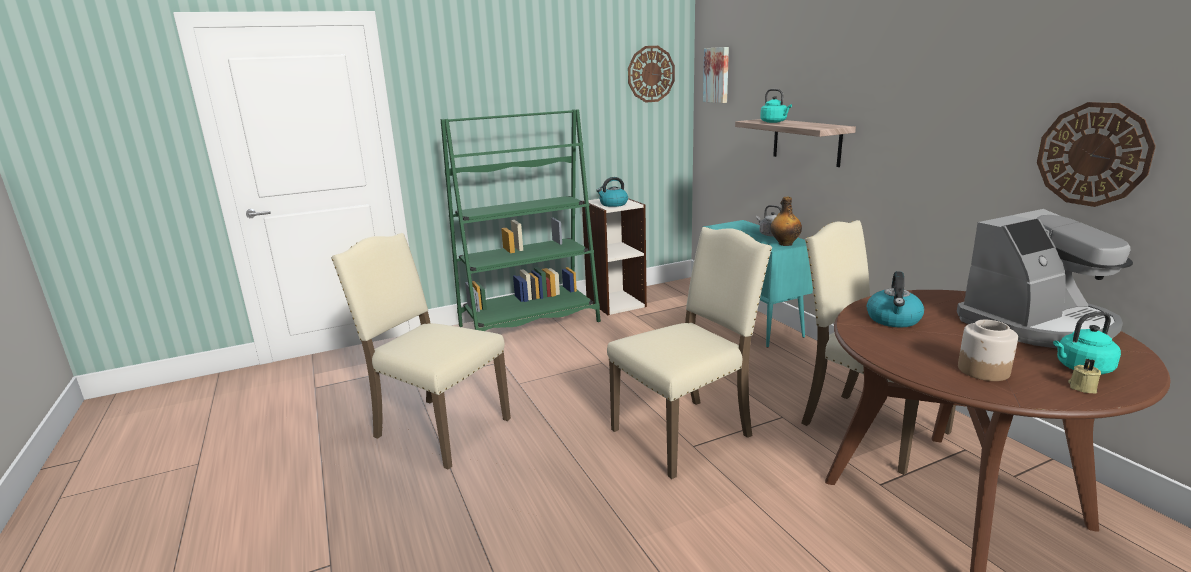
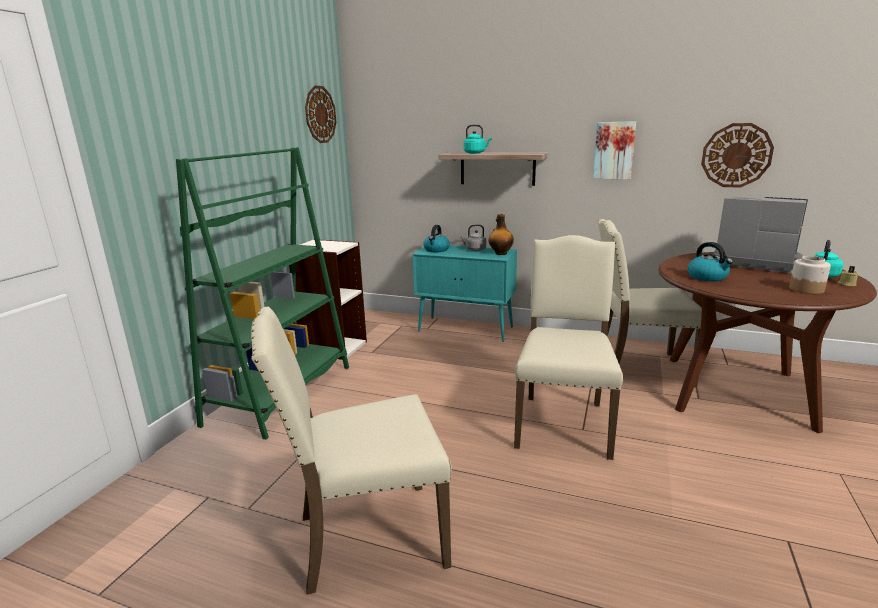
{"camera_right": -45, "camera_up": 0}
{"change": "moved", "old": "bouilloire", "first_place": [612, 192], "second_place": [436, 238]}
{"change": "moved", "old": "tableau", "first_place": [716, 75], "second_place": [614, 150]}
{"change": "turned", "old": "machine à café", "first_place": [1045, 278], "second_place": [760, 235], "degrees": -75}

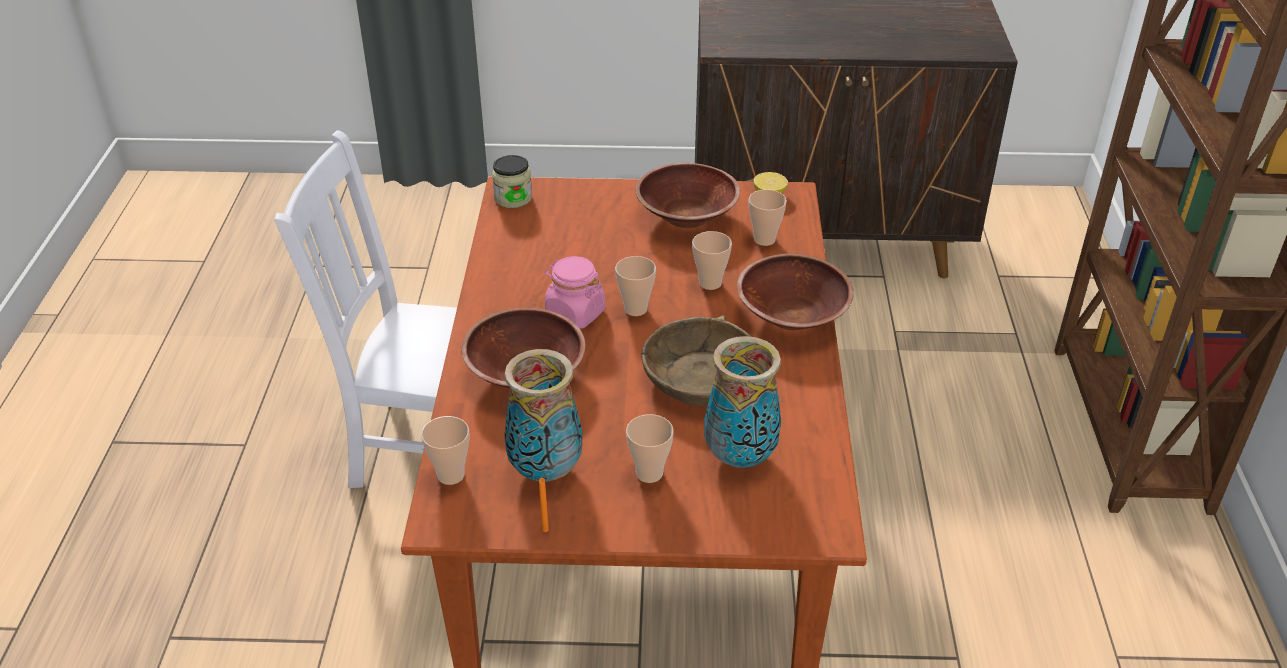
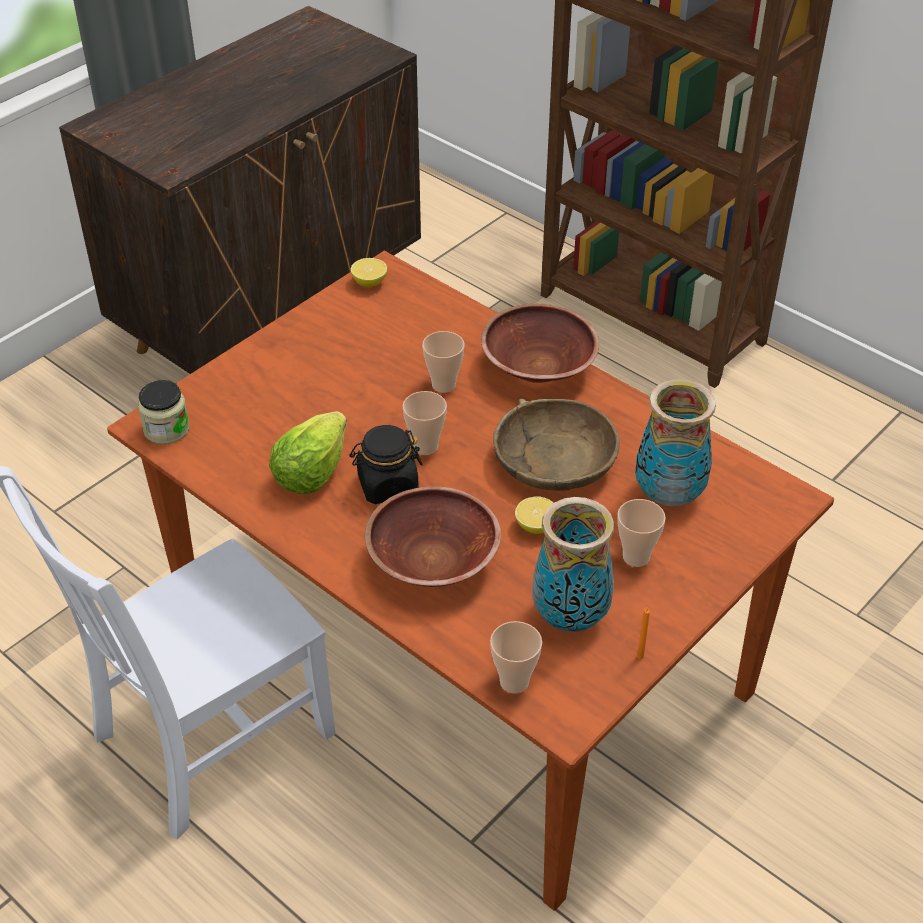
{"camera_right": -50, "camera_up": 5}
{"change": "added", "new": "laitue", "second_place": [308, 452]}
{"change": "recoloured", "old": "bocal (rose)", "new": "bocal (noir)", "first_place": [575, 292], "second_place": [386, 464]}
{"change": "added", "new": "citron", "second_place": [534, 515]}
{"change": "removed", "old": "bol (marron)", "first_place": [687, 195]}
{"change": "removed", "old": "tasse", "first_place": [768, 217]}

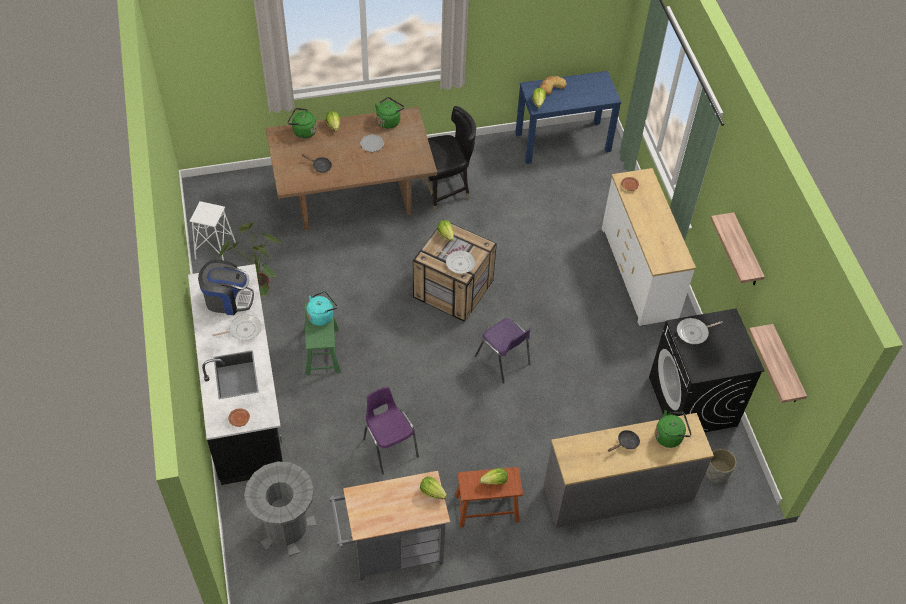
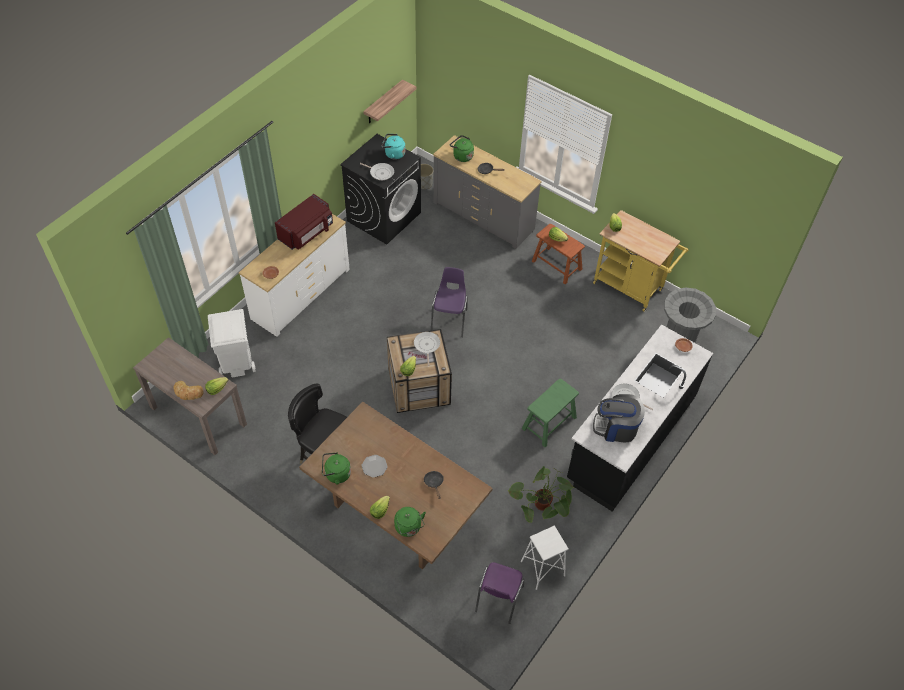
{"camera_right": -130, "camera_up": 0}
{"change": "recoloured", "old": "table console (bleu)", "new": "table console (marron)", "first_place": [568, 117], "second_place": [190, 396]}
{"change": "added", "new": "poubelle (blanc)", "second_place": [232, 343]}
{"change": "added", "new": "micro-ondes (rouge)", "second_place": [304, 222]}
{"change": "moved", "old": "bouilloire (turquoise)", "first_place": [322, 308], "second_place": [394, 147]}
{"change": "moved", "old": "chaise (violet)", "first_place": [391, 430], "second_place": [499, 593]}
{"change": "recoloured", "old": "chariot (gris)", "new": "chariot (jaune)", "first_place": [389, 526], "second_place": [640, 261]}
{"change": "turned", "old": "machine à café", "first_place": [226, 287], "second_place": [619, 418], "degrees": -45}
{"change": "removed", "old": "étagère", "first_place": [737, 248]}

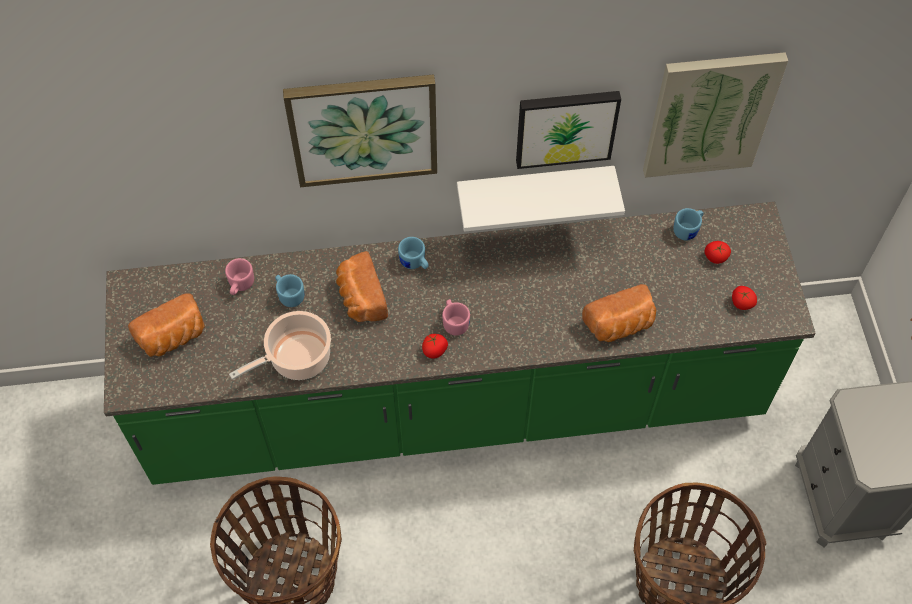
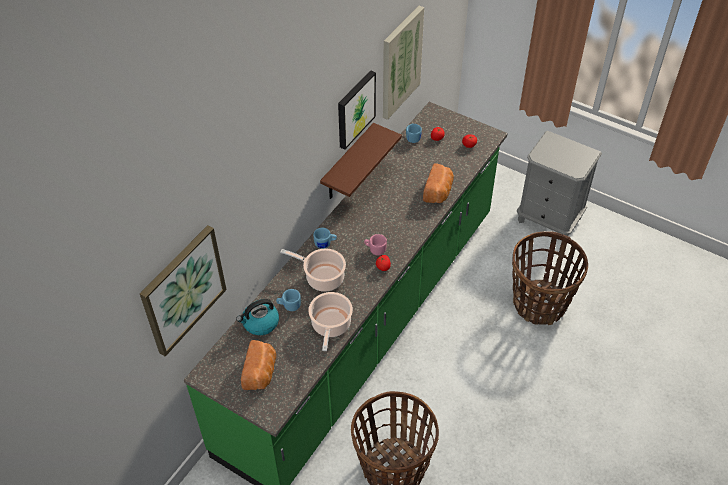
{"camera_right": -50, "camera_up": -10}
{"change": "moved", "old": "tableau", "first_place": [360, 130], "second_place": [183, 291]}
{"change": "replaced", "old": "mug (rose)", "new": "bouilloire", "first_place": [239, 276], "second_place": [257, 317]}
{"change": "replaced", "old": "pain", "new": "marmite", "first_place": [362, 286], "second_place": [313, 270]}
{"change": "recoloured", "old": "étagère (blanc)", "new": "étagère (marron)", "first_place": [541, 199], "second_place": [361, 161]}

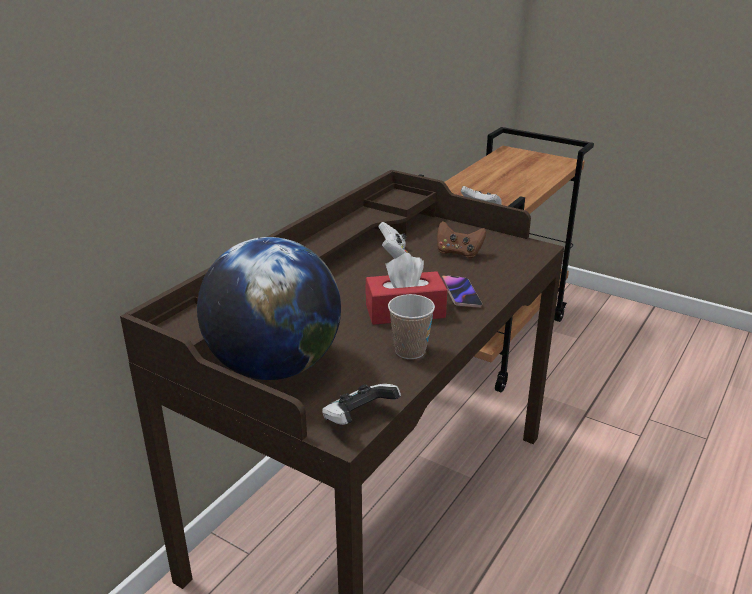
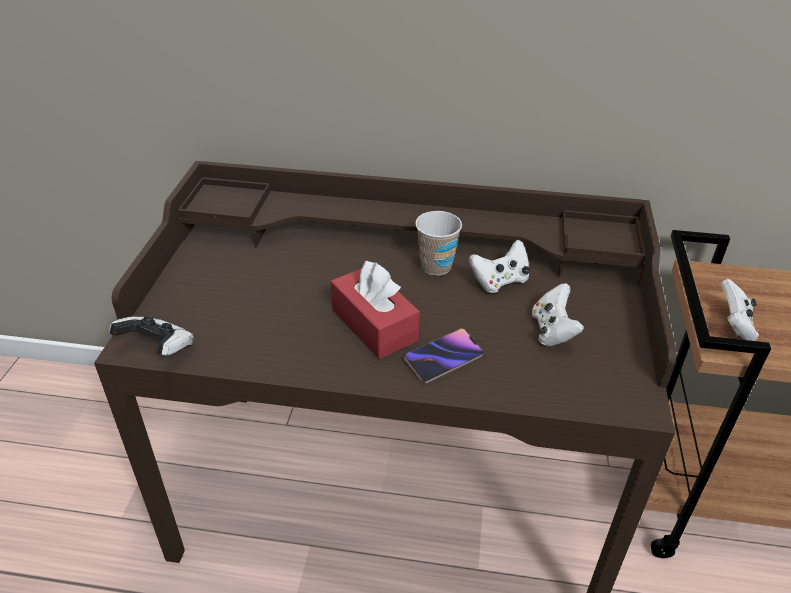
{"camera_right": 65, "camera_up": 10}
{"change": "moved", "old": "tasse", "first_place": [411, 326], "second_place": [438, 243]}
{"change": "recoloured", "old": "manette (marron)", "new": "manette (blanc)", "first_place": [461, 239], "second_place": [558, 314]}
{"change": "removed", "old": "globe", "first_place": [269, 308]}

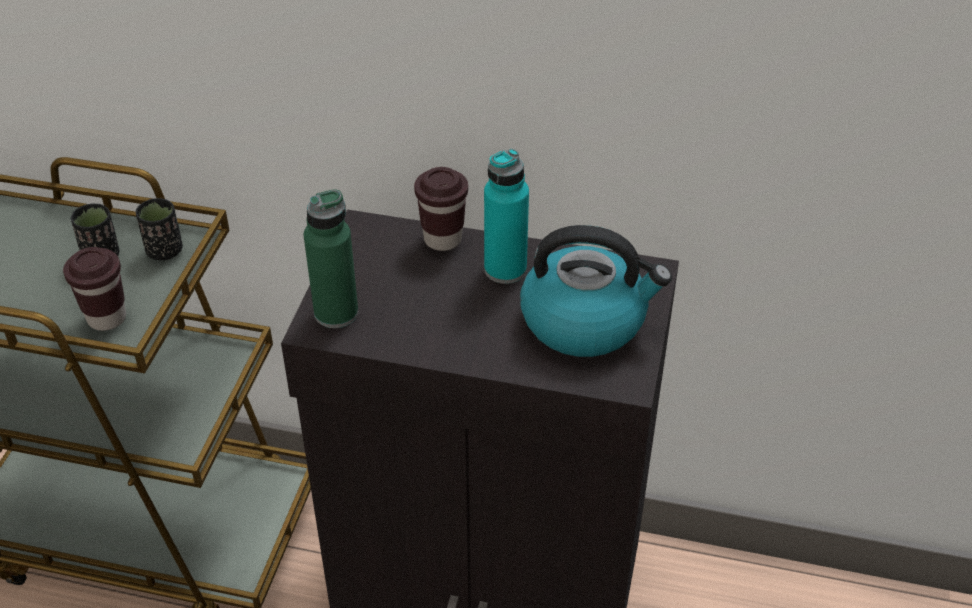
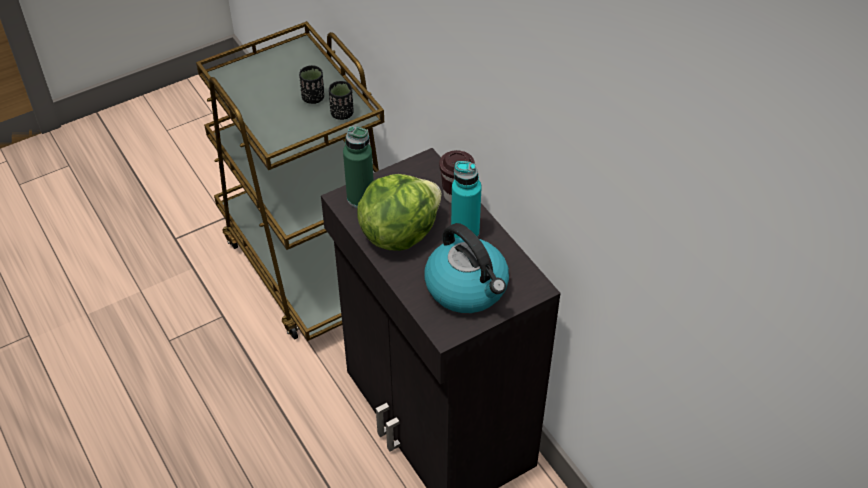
{"camera_right": 45, "camera_up": 5}
{"change": "added", "new": "laitue", "second_place": [399, 212]}
{"change": "removed", "old": "tasse (marron)", "first_place": [94, 289]}

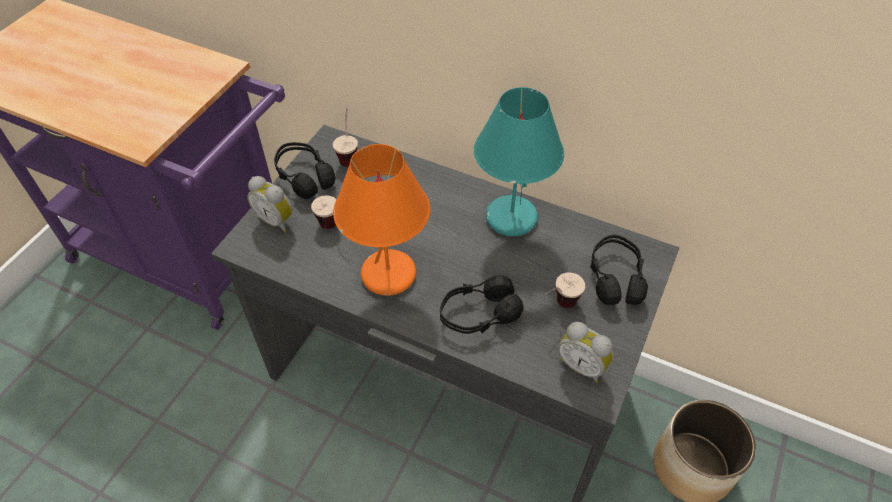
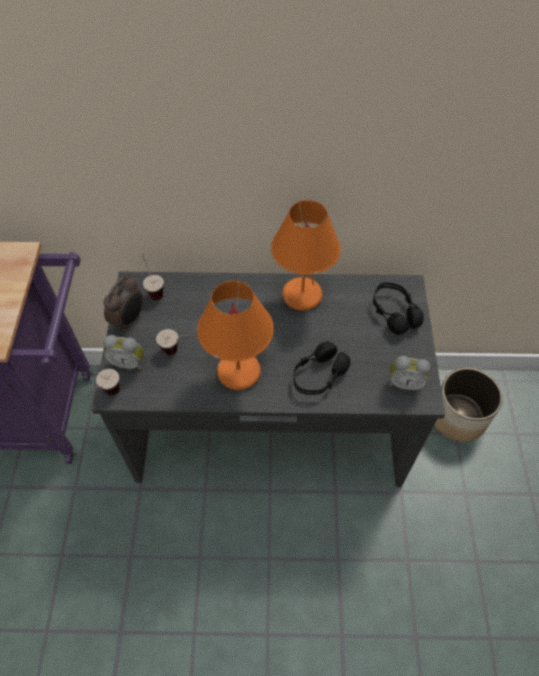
{"camera_right": -25, "camera_up": 5}
{"change": "moved", "old": "tasse", "first_place": [565, 290], "second_place": [103, 382]}
{"change": "replaced", "old": "casque audio (noir)", "new": "réveil", "first_place": [305, 170], "second_place": [123, 303]}
{"change": "recoloured", "old": "lampe de table (turquoise)", "new": "lampe de table (orange)", "first_place": [519, 162], "second_place": [306, 255]}

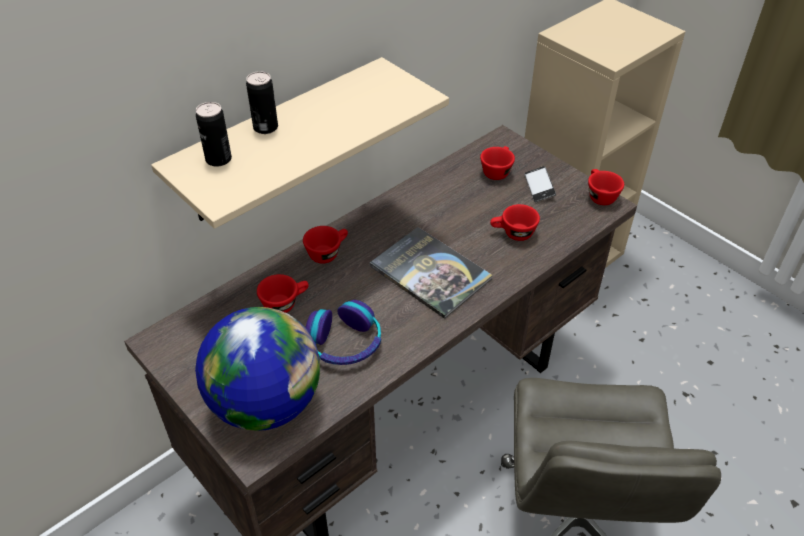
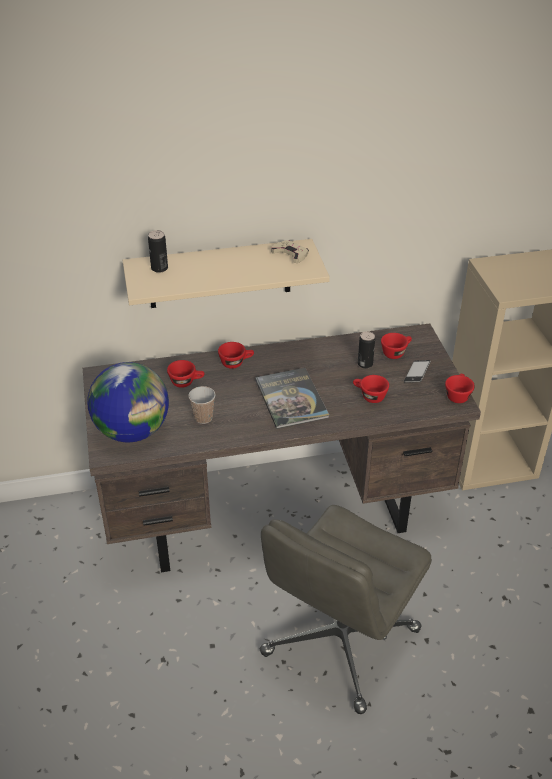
{"camera_right": 30, "camera_up": -5}
{"change": "replaced", "old": "casque audio", "new": "tasse", "first_place": [343, 332], "second_place": [202, 405]}
{"change": "added", "new": "manette (beige)", "second_place": [290, 251]}
{"change": "moved", "old": "boîte métallique", "first_place": [262, 102], "second_place": [366, 350]}

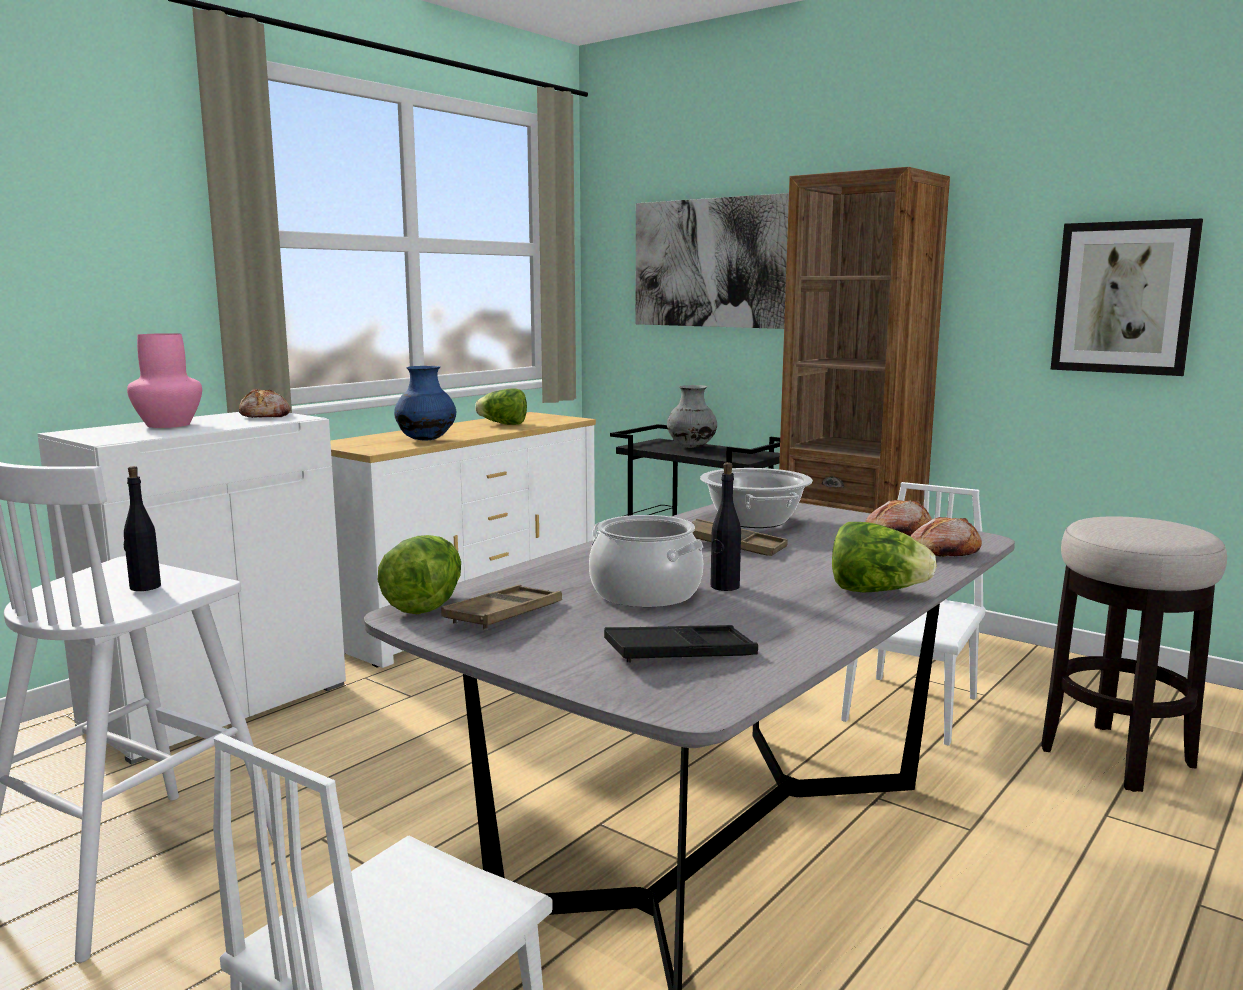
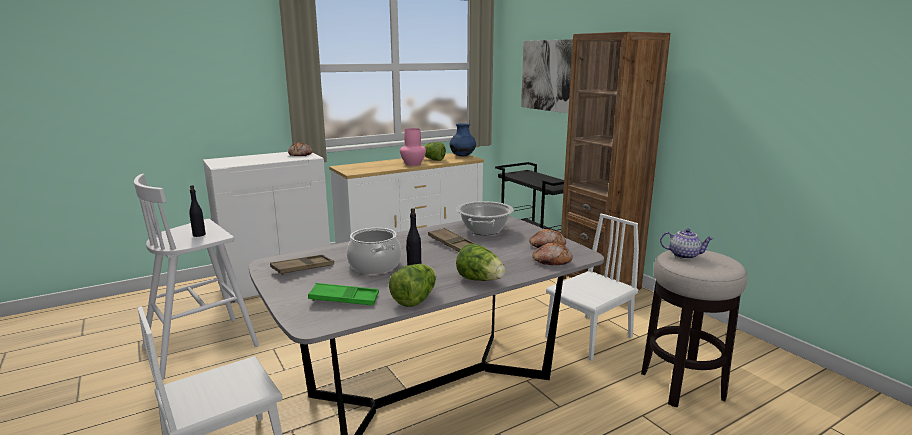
{"camera_right": 20, "camera_up": 5}
{"change": "recoloured", "old": "plateau (noir)", "new": "plateau (vert)", "first_place": [681, 644], "second_place": [343, 294]}
{"change": "moved", "old": "laitue", "first_place": [419, 574], "second_place": [412, 285]}
{"change": "moved", "old": "vase (rose)", "first_place": [164, 380], "second_place": [413, 147]}
{"change": "moved", "old": "vase (bleu)", "first_place": [425, 403], "second_place": [463, 140]}
{"change": "added", "new": "théière", "second_place": [687, 243]}
{"change": "removed", "old": "vase (gris)", "first_place": [692, 416]}
{"change": "removed", "old": "tableau", "first_place": [1127, 297]}

